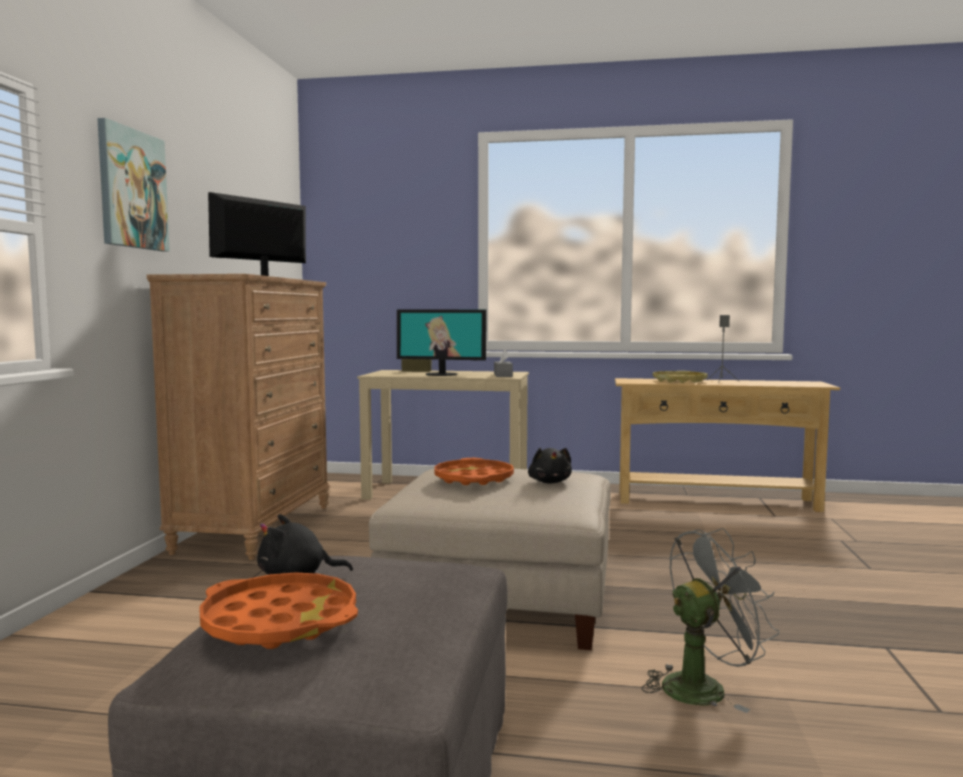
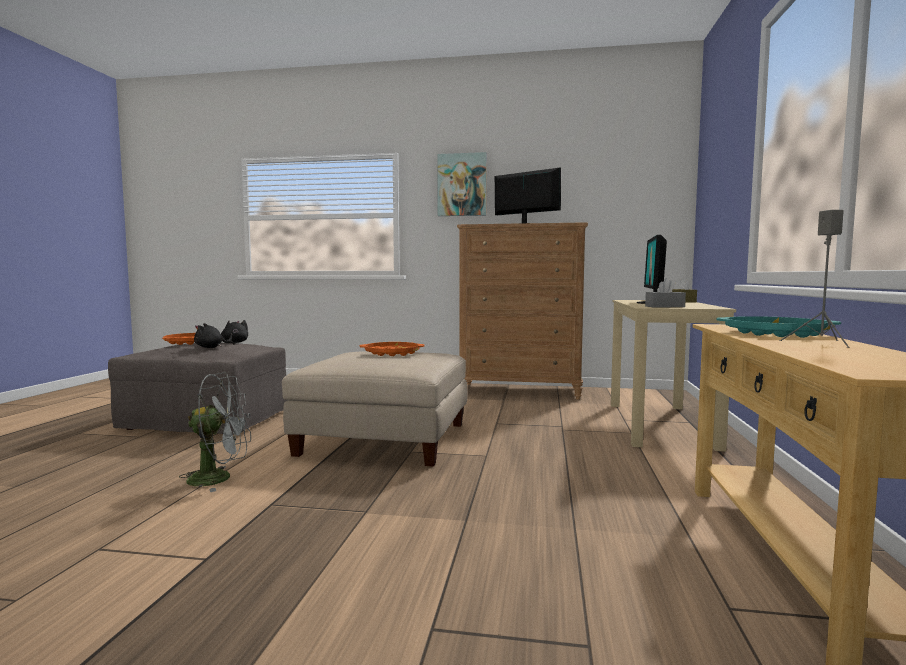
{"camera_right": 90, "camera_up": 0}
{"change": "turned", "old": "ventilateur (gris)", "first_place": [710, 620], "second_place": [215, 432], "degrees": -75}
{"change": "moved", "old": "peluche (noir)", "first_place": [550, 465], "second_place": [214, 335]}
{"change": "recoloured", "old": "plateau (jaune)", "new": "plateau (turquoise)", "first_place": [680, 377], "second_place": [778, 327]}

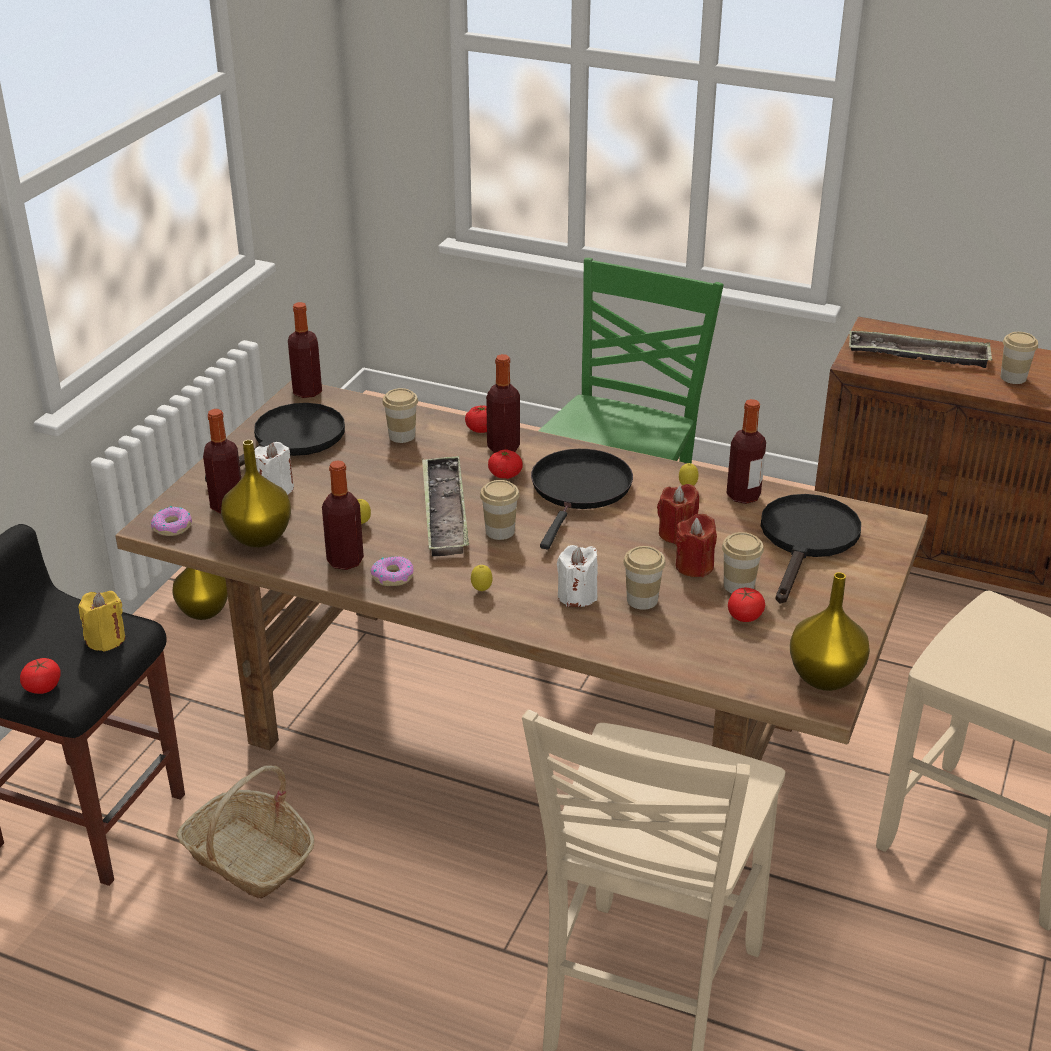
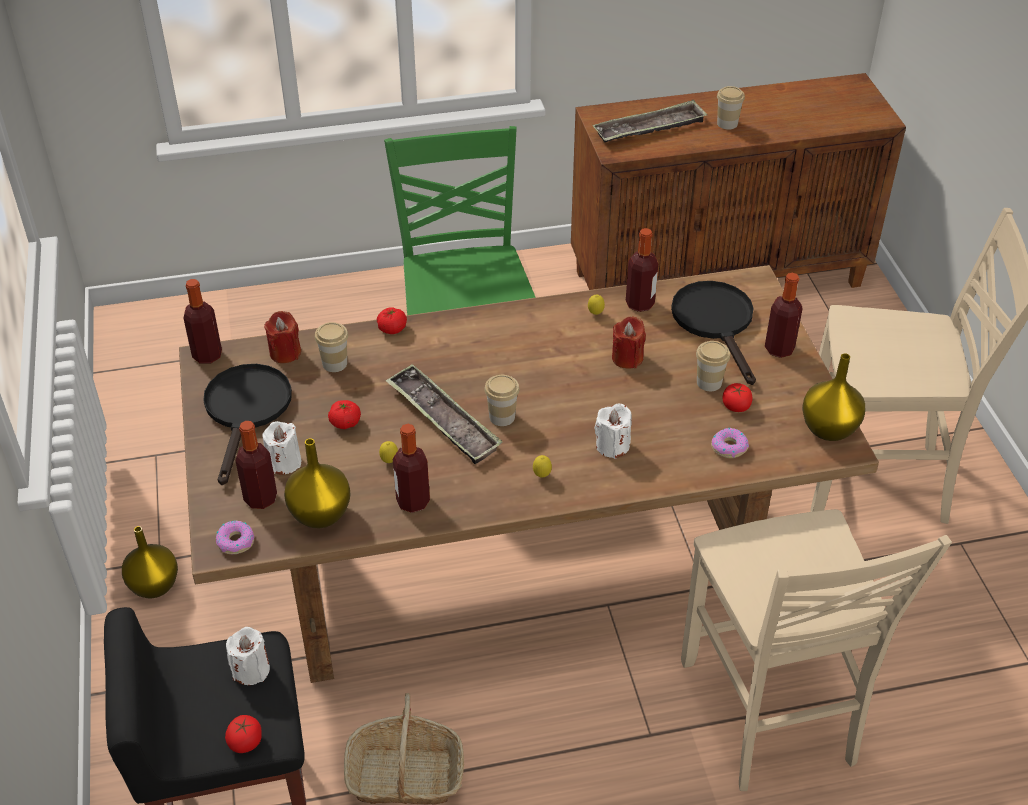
{"camera_right": -35, "camera_up": 10}
{"change": "recoloured", "old": "bougie (jaune)", "new": "bougie (blanc)", "first_place": [101, 621], "second_place": [248, 656]}
{"change": "moved", "old": "bougie (rouge)", "first_place": [696, 545], "second_place": [282, 337]}
{"change": "moved", "old": "tomate", "first_place": [505, 464], "second_place": [344, 414]}
{"change": "moved", "old": "beignet", "first_place": [392, 571], "second_place": [730, 443]}
{"change": "moved", "old": "bouteille", "first_place": [503, 403], "second_place": [784, 315]}
{"change": "removed", "old": "poêle (noir)", "first_place": [582, 499]}
{"change": "removed", "old": "tasse", "first_place": [644, 578]}

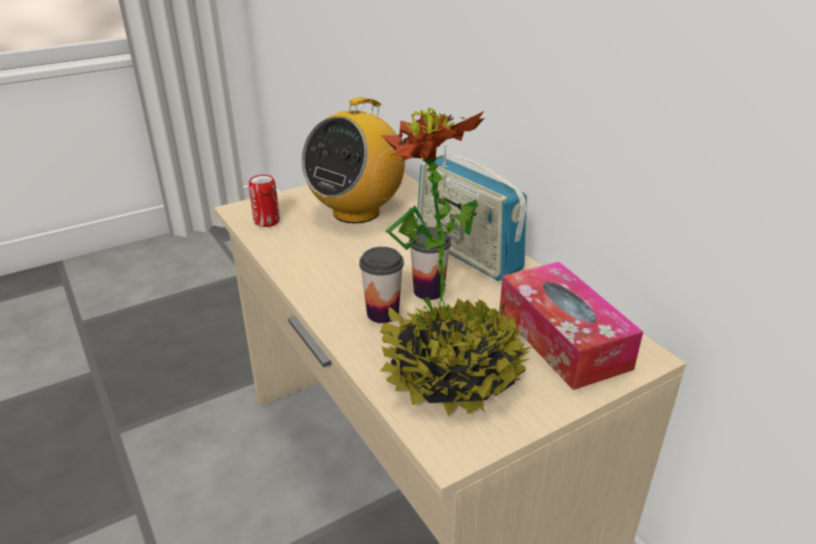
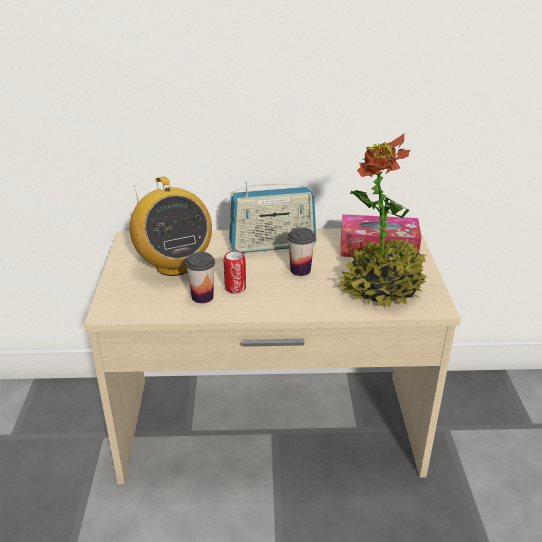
{"camera_right": -60, "camera_up": 0}
{"change": "moved", "old": "tasse", "first_place": [381, 285], "second_place": [200, 277]}
{"change": "moved", "old": "boîte métallique", "first_place": [264, 201], "second_place": [235, 272]}

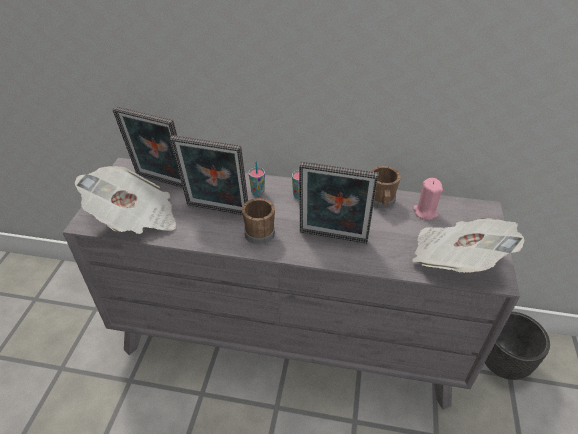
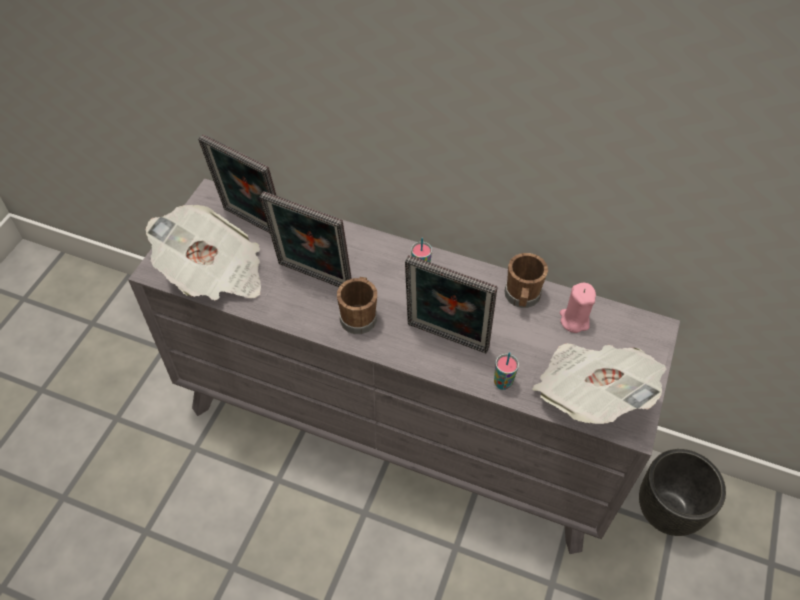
{"camera_right": 10, "camera_up": 10}
{"change": "moved", "old": "tasse", "first_place": [257, 178], "second_place": [506, 371]}

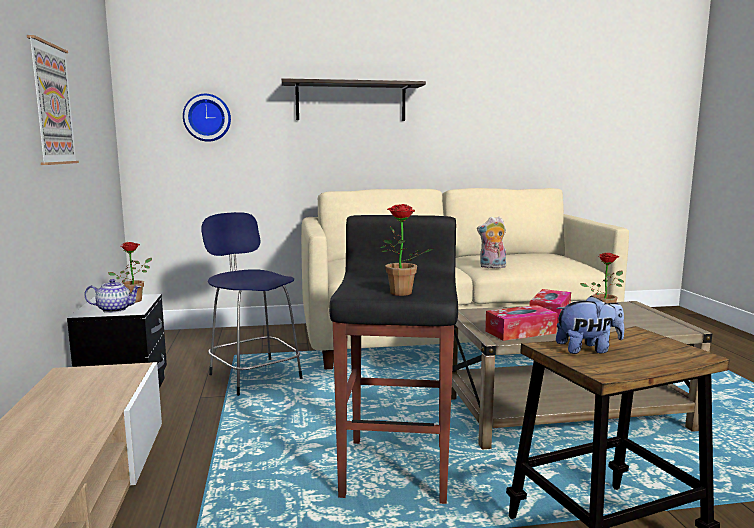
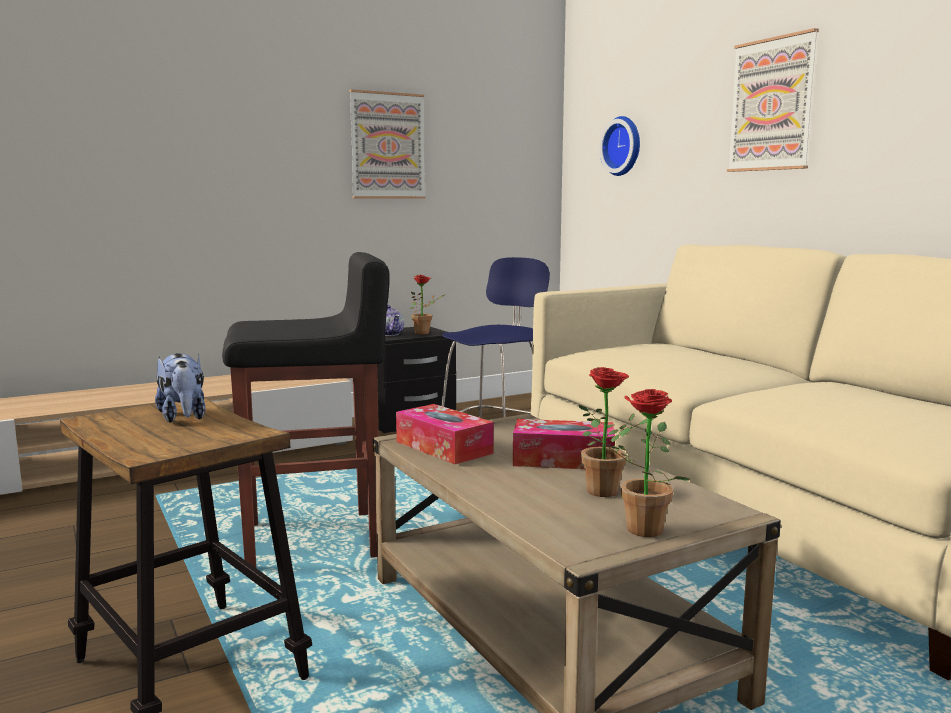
{"camera_right": 70, "camera_up": 0}
{"change": "moved", "old": "plante en pot", "first_place": [406, 250], "second_place": [639, 463]}
{"change": "replaced", "old": "étagère", "new": "tableau", "first_place": [353, 99], "second_place": [773, 100]}
{"change": "removed", "old": "peluche", "first_place": [492, 242]}

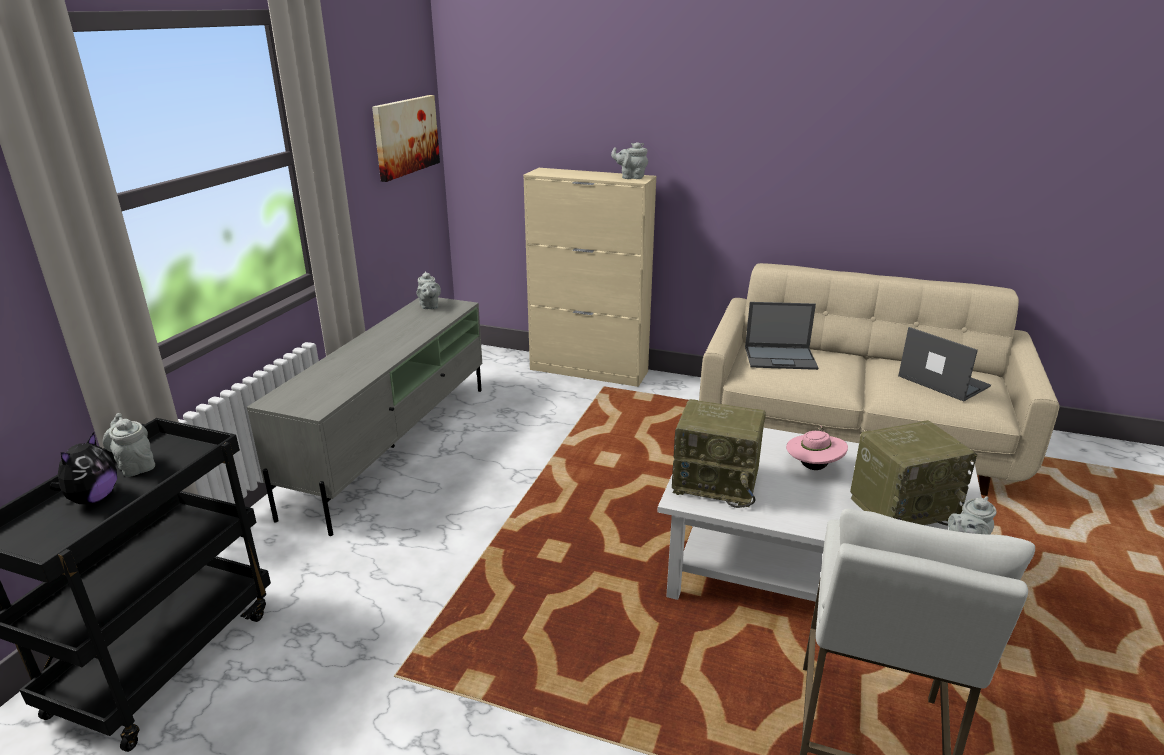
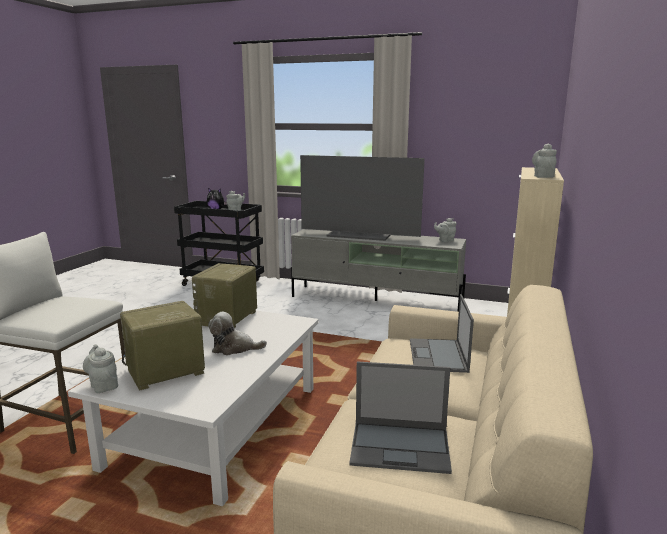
{"camera_right": 90, "camera_up": -10}
{"change": "turned", "old": "radio", "first_place": [913, 473], "second_place": [162, 346], "degrees": 75}
{"change": "replaced", "old": "chapeau (rose)", "new": "peluche", "first_place": [817, 448], "second_place": [237, 333]}
{"change": "added", "new": "téléviseur", "second_place": [362, 198]}
{"change": "turned", "old": "ordinateur portable", "first_place": [944, 364], "second_place": [400, 417], "degrees": 45}
{"change": "removed", "old": "tableau", "first_place": [406, 138]}

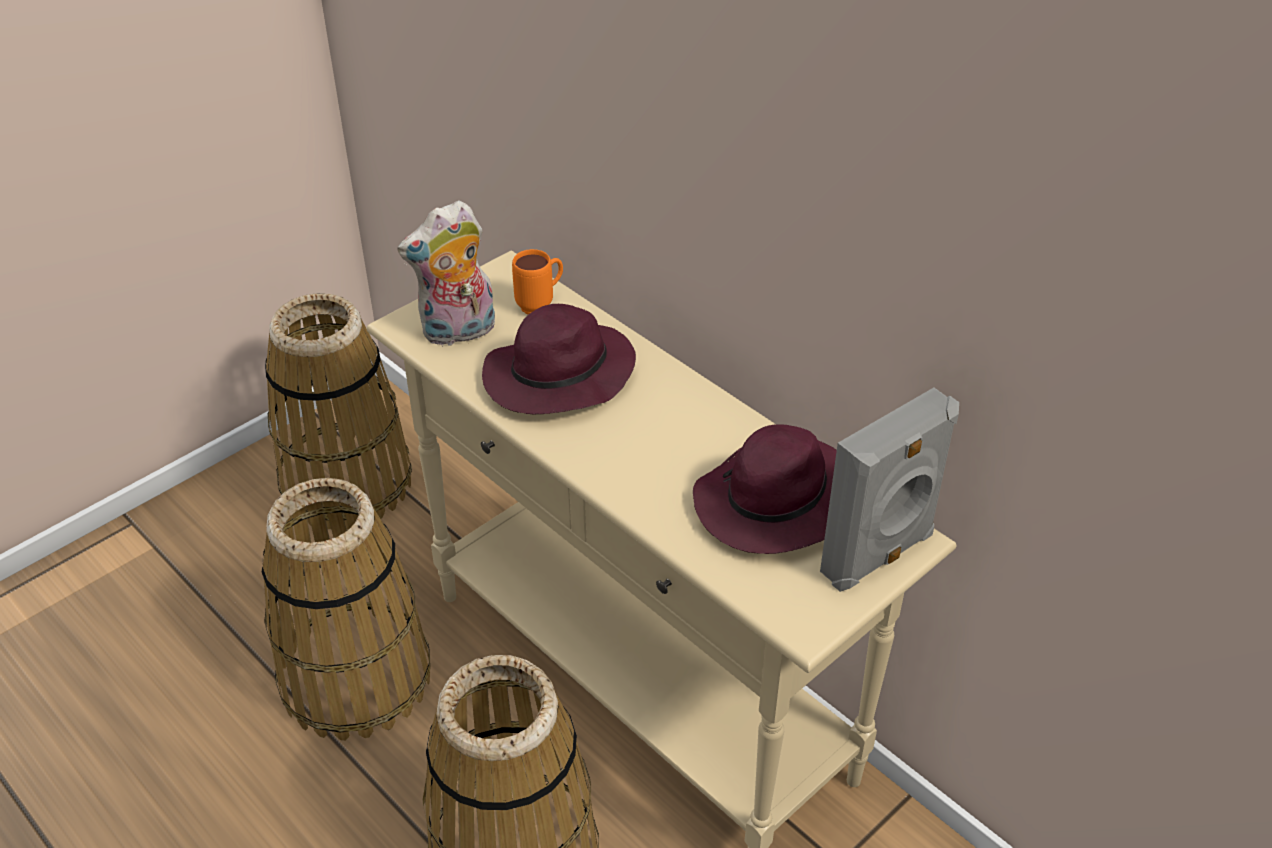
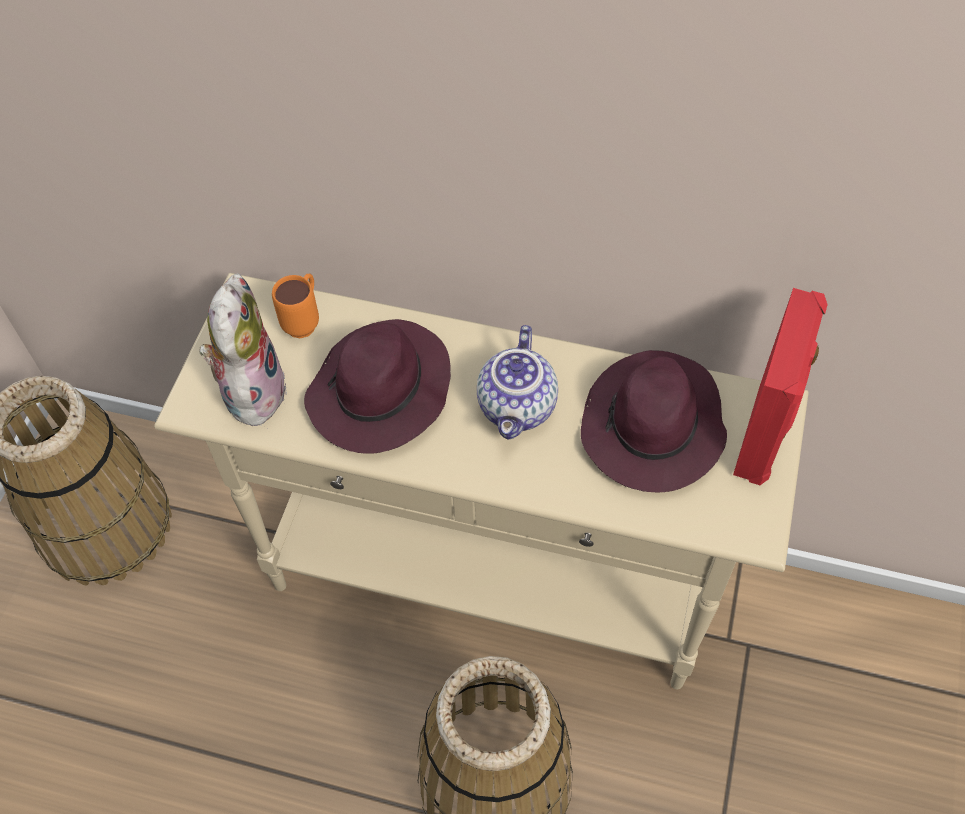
{"camera_right": -30, "camera_up": 15}
{"change": "turned", "old": "peluche", "first_place": [446, 273], "second_place": [243, 351], "degrees": 150}
{"change": "added", "new": "théière", "second_place": [517, 382]}
{"change": "recoloured", "old": "enceinte (gris)", "new": "enceinte (rouge)", "first_place": [889, 490], "second_place": [780, 386]}
{"change": "removed", "old": "panier", "first_place": [346, 609]}

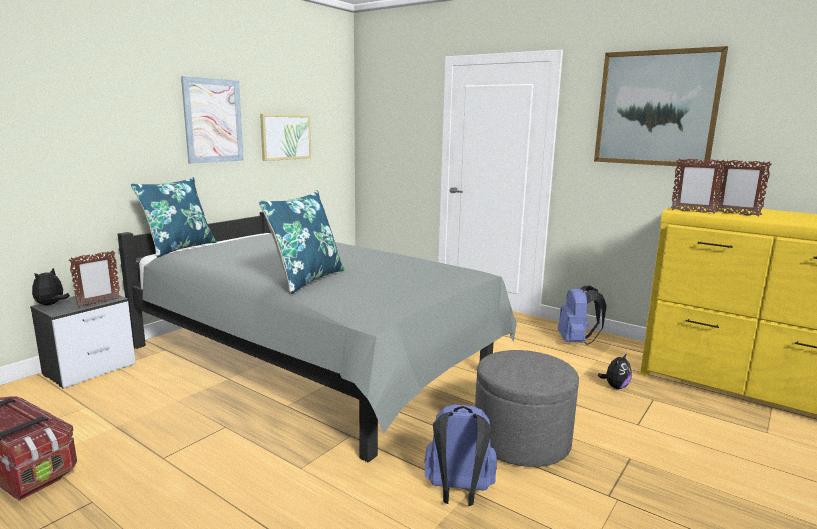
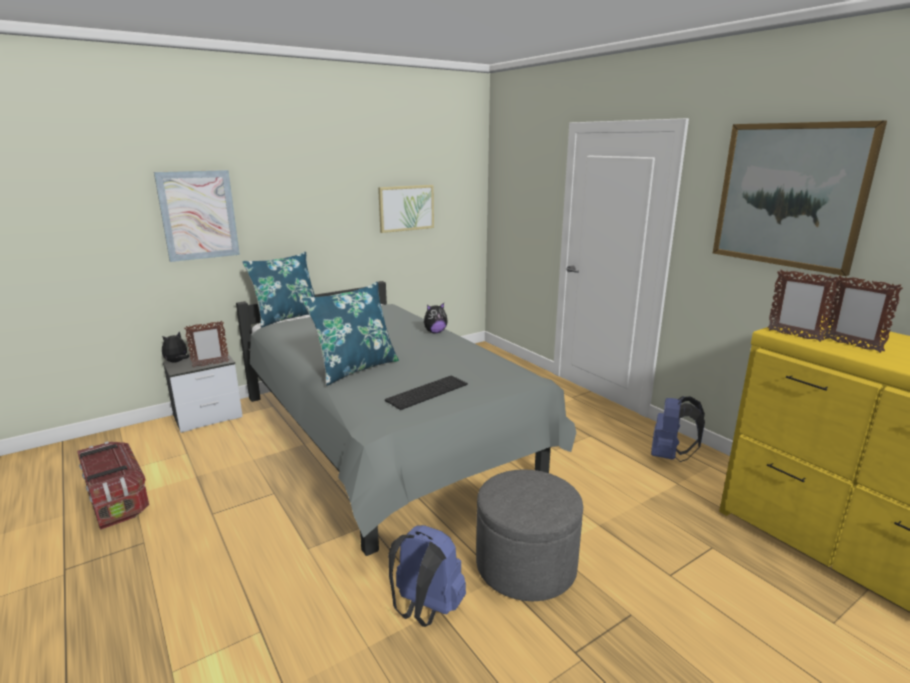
{"camera_right": 20, "camera_up": 5}
{"change": "moved", "old": "tableau", "first_place": [212, 120], "second_place": [197, 216]}
{"change": "added", "new": "clavier", "second_place": [426, 392]}
{"change": "moved", "old": "peluche", "first_place": [614, 371], "second_place": [436, 318]}

